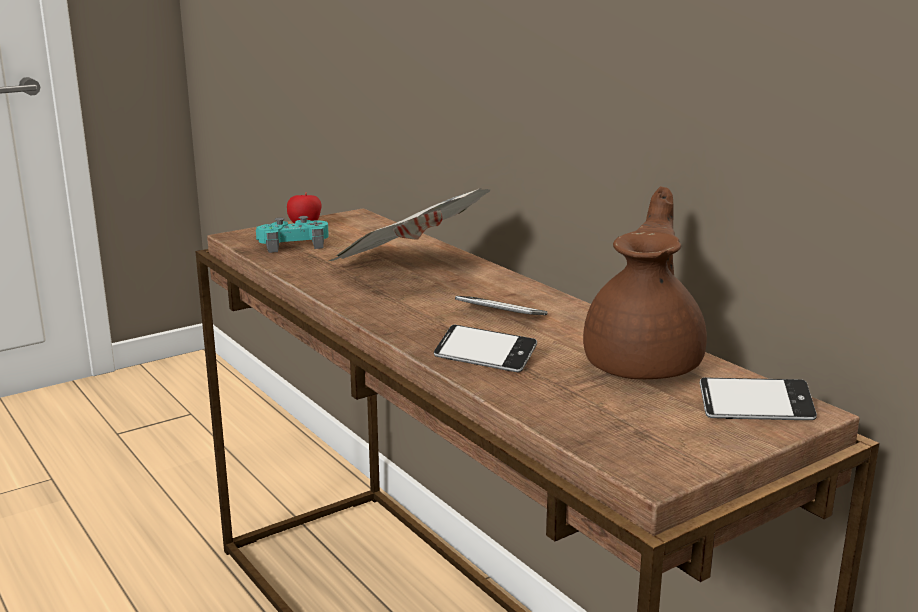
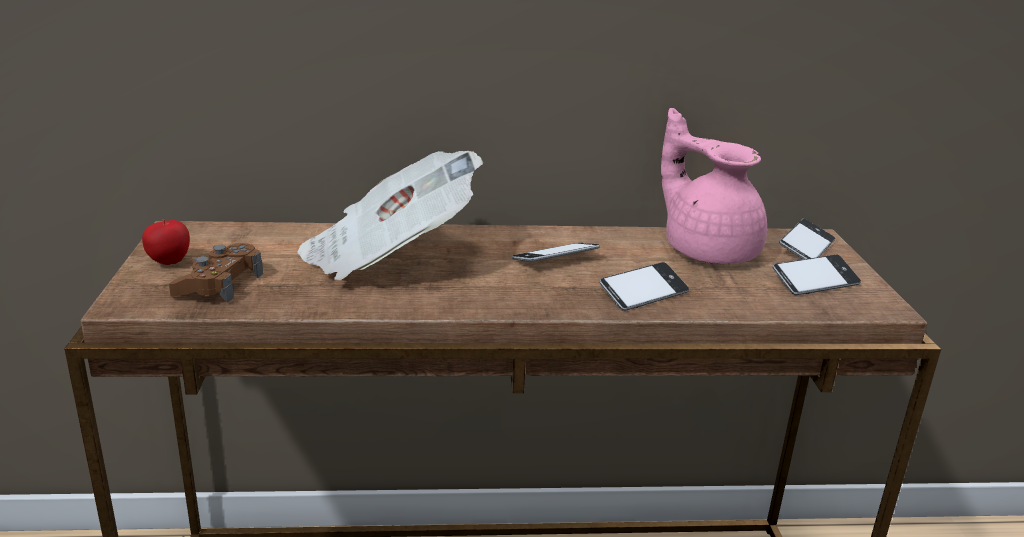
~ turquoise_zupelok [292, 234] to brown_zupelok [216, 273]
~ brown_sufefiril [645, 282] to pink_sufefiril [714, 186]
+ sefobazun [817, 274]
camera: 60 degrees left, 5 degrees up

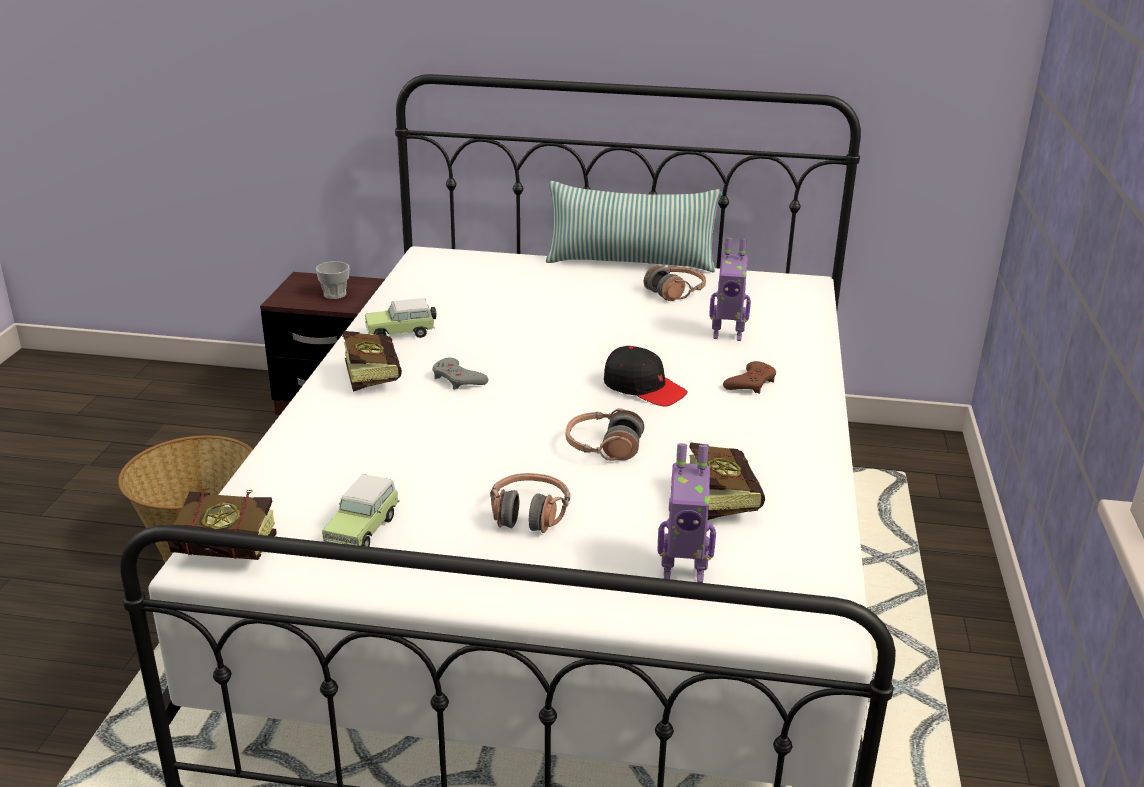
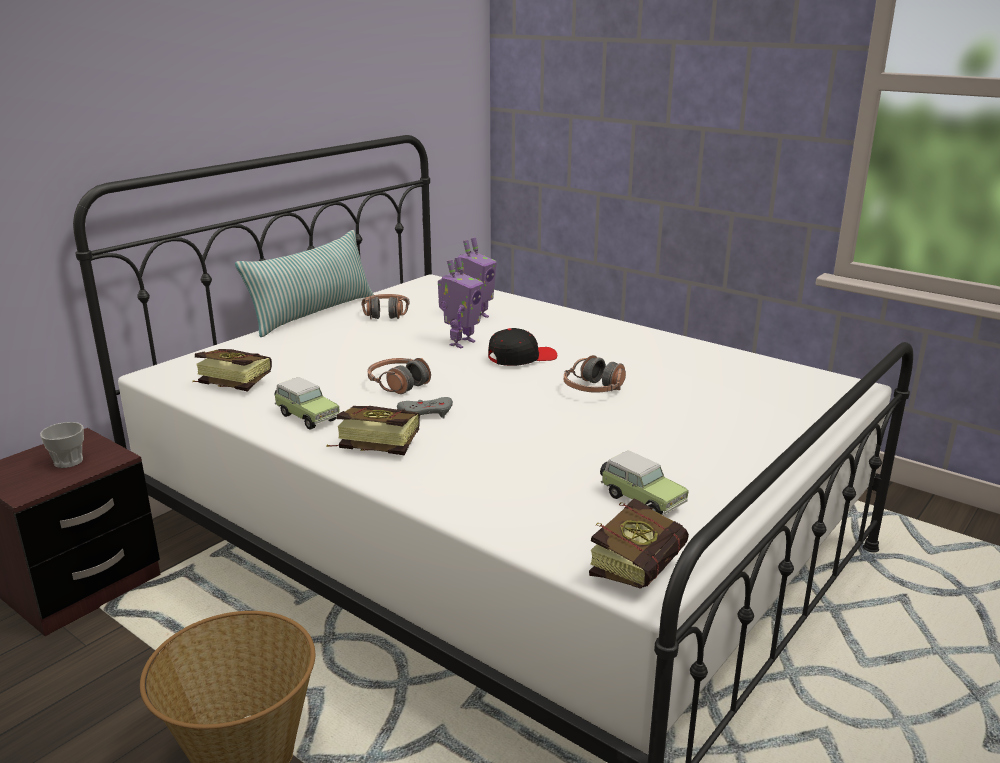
~ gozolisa [401, 318] = [306, 403] 60 degrees counterclockwise
~ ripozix [530, 503] to [399, 376]
~ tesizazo [686, 513] to [460, 302]
~ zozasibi [727, 481] to [232, 370]
- brown_zupelok [749, 377]
camera: 60 degrees left, 5 degrees down

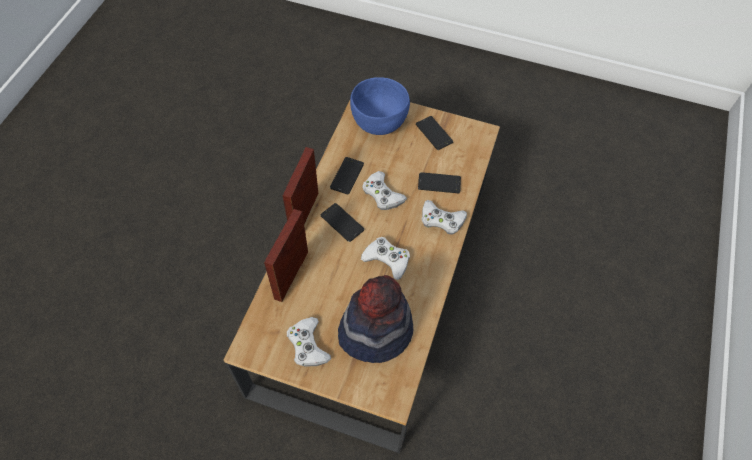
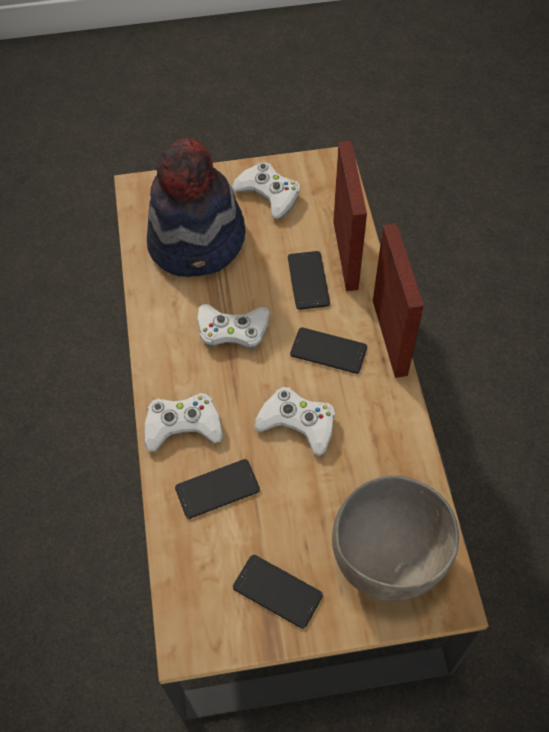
~ sefobazun [347, 175] to [309, 280]
~ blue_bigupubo [380, 106] to grey_bigupubo [395, 538]
camera: 155 degrees right, 0 degrees up

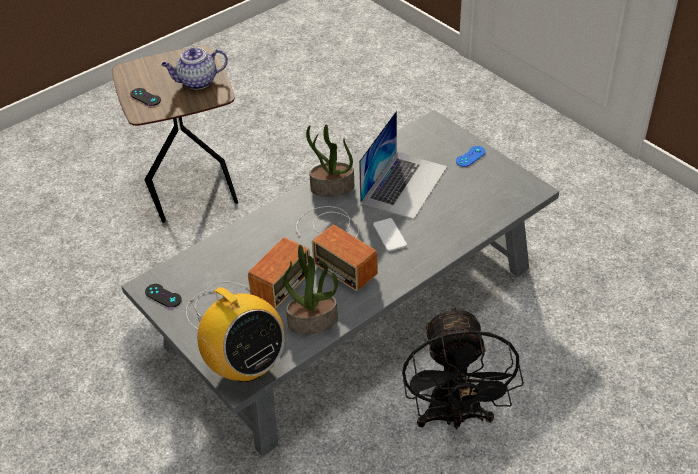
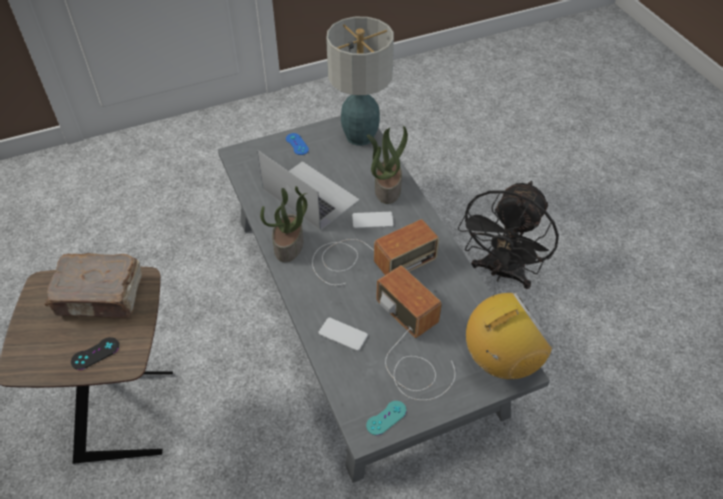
~ black_zupelok [163, 296] to turquoise_zupelok [386, 418]
~ sufefiril [194, 68] to brown_zozasibi [93, 285]
~ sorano [311, 289] to [387, 165]
~ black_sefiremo [463, 367] = [508, 235] 105 degrees clockwise
+ sefobazun [343, 334]
+ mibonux [360, 81]
camera: 75 degrees left, 5 degrees up

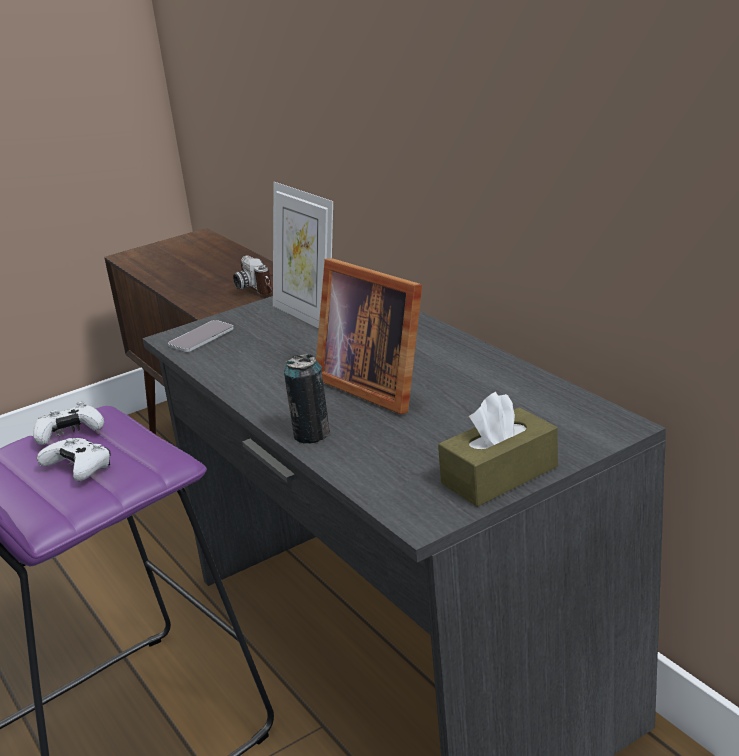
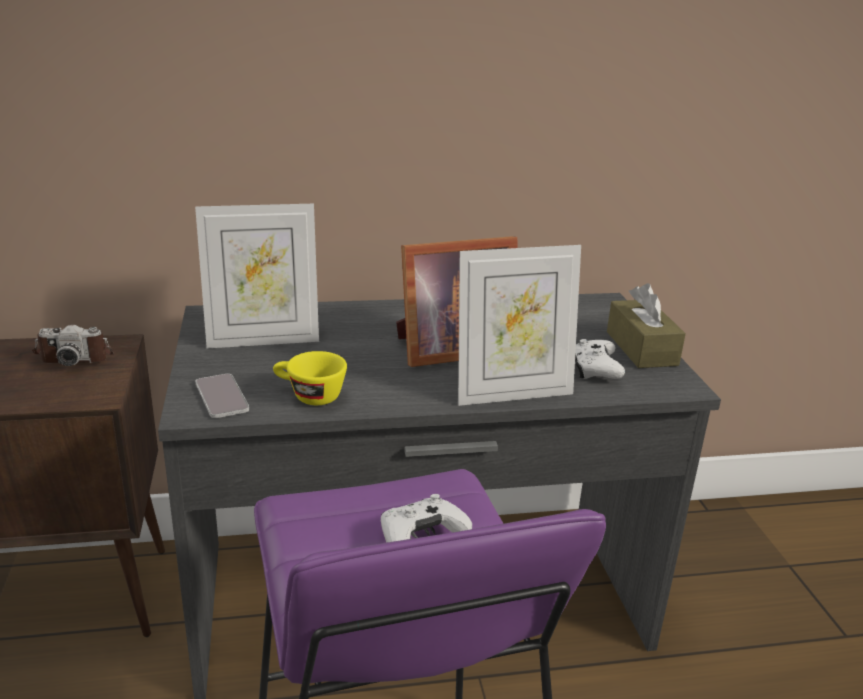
~ white_zupelok [68, 423] to [600, 359]
~ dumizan [307, 399] to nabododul [519, 325]
+ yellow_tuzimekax [310, 378]
camera: 70 degrees left, 0 degrees up

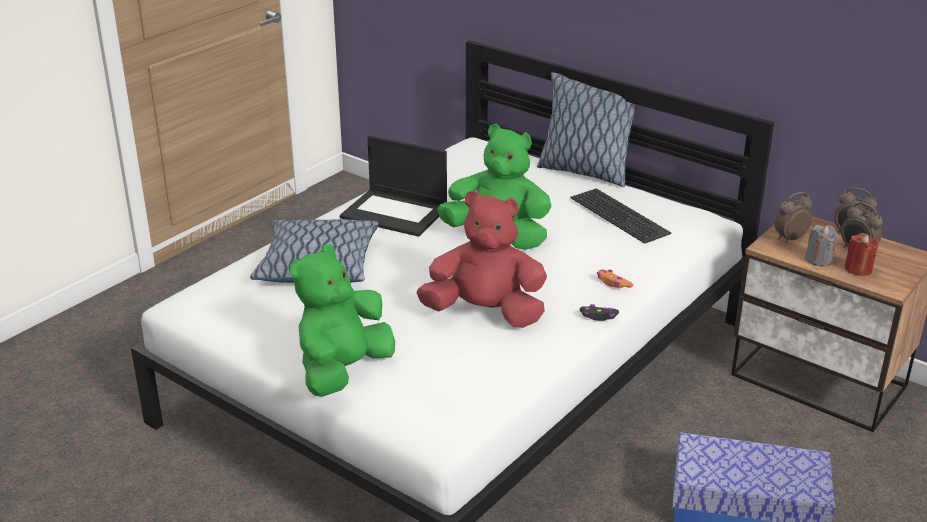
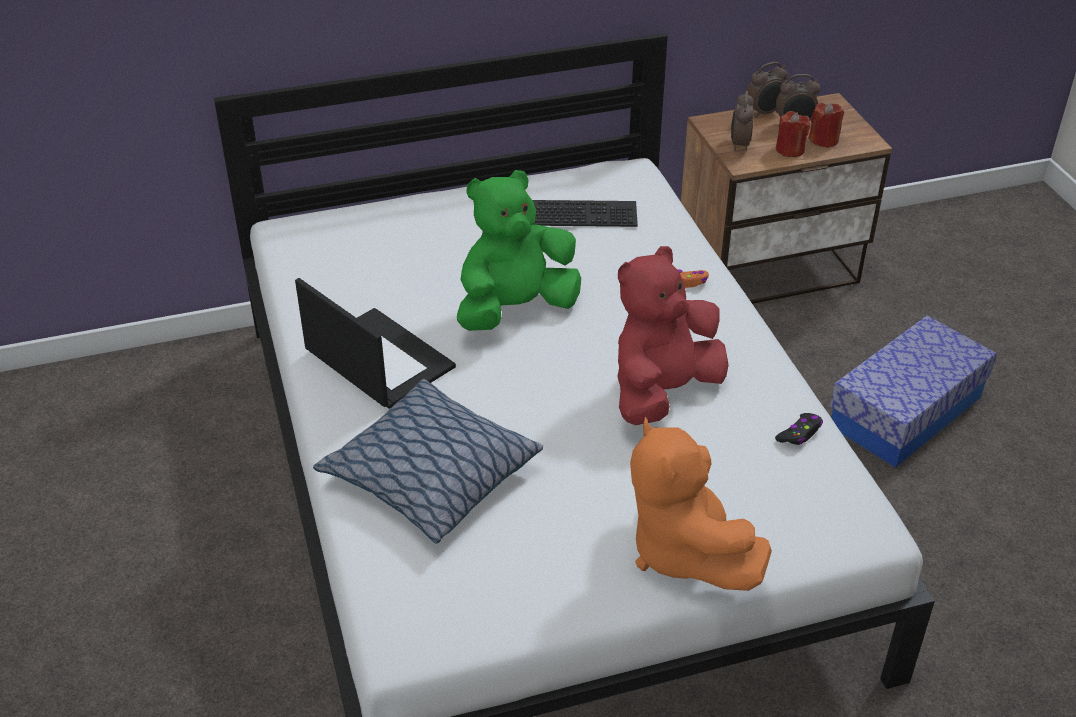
~ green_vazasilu [342, 320] to orange_vazasilu [701, 504]
~ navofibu [393, 186] = [375, 343] 105 degrees counterclockwise
- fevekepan [587, 129]
~ black_zupelok [599, 312] to [799, 429]
~ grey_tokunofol [822, 245] to red_tokunofol [793, 134]
camera: 55 degrees left, 10 degrees up

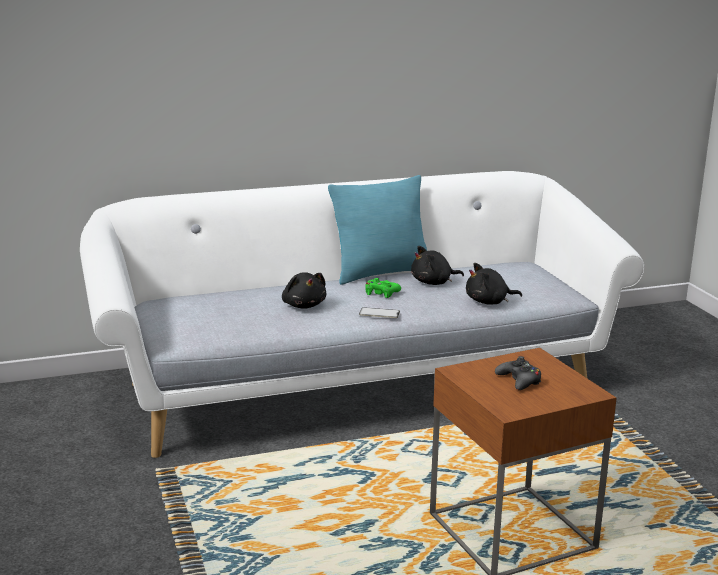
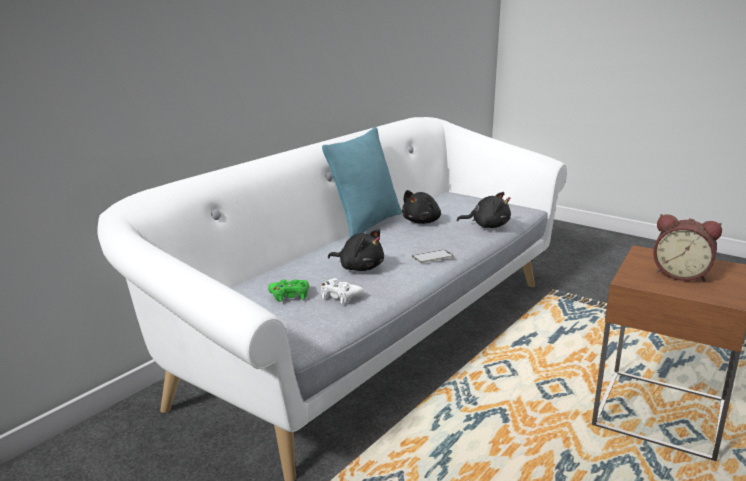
~ green_zupelok [383, 288] to [288, 290]
~ black_vazasilu [494, 284] = [484, 210] 120 degrees counterclockwise
~ black_zupelok [518, 373] to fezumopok [687, 248]
+ white_zupelok [342, 291]
camera: 35 degrees left, 0 degrees up

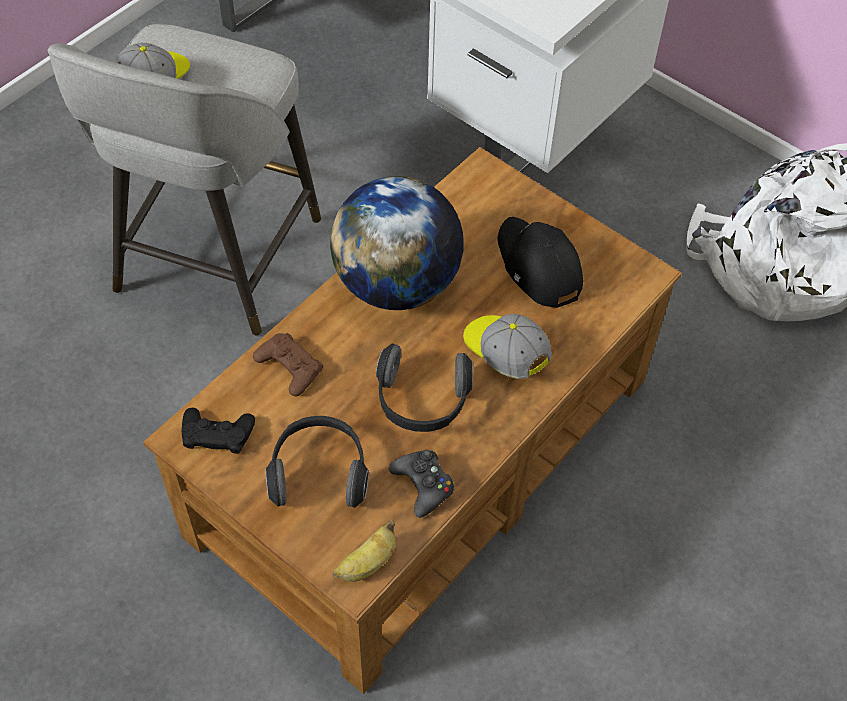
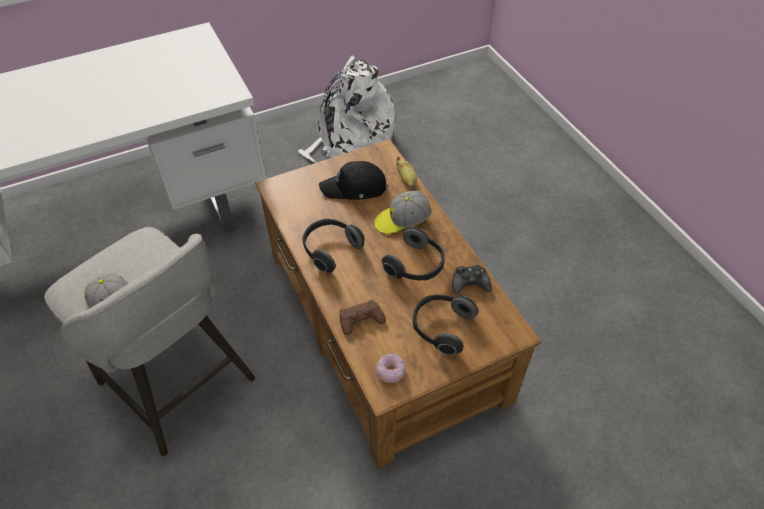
~ black_zupelok [218, 431] to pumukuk [391, 368]
~ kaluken [397, 243] to ripozix [334, 245]
~ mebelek [364, 551] to [406, 172]
camera: 65 degrees left, 5 degrees down

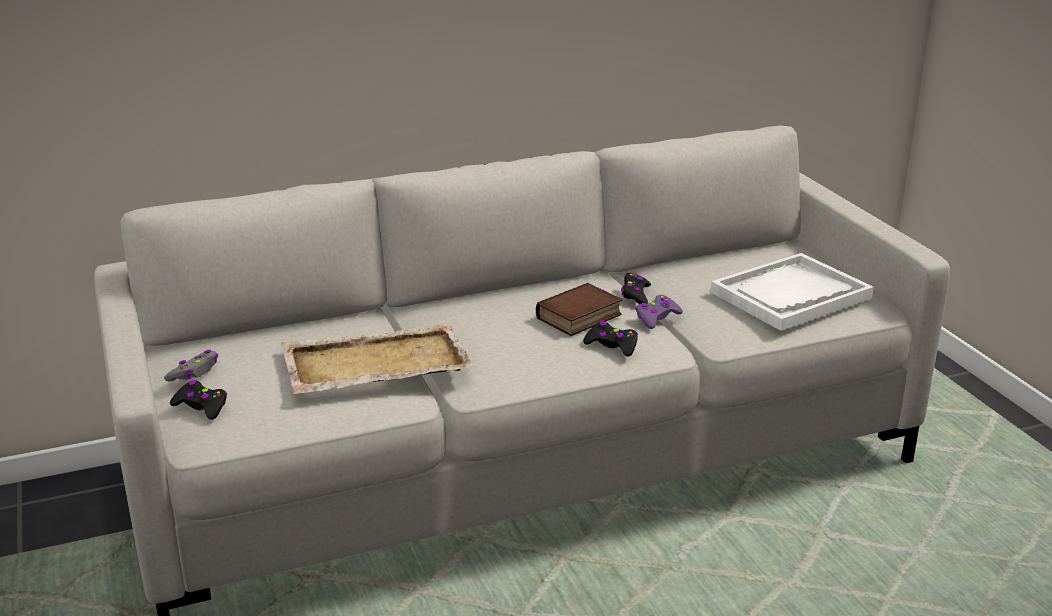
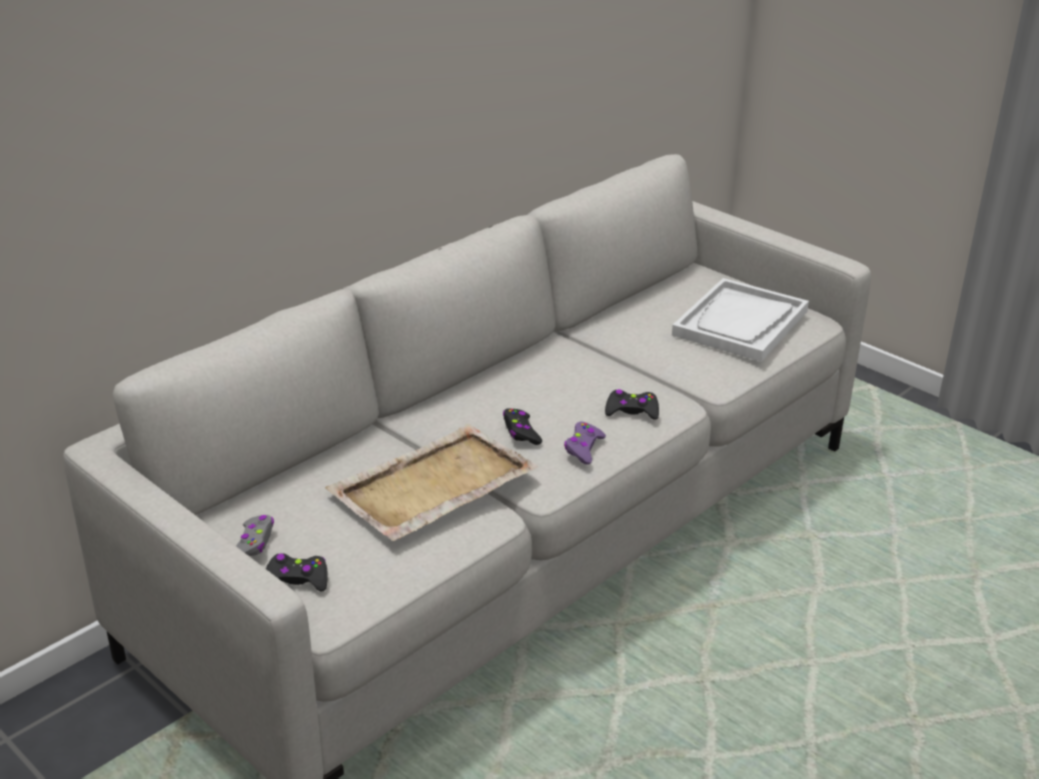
- zozasibi [579, 309]
~ black_zupelok [636, 288] to [522, 426]
~ purple_zupelok [659, 312] to [585, 443]
camera: 25 degrees left, 5 degrees up

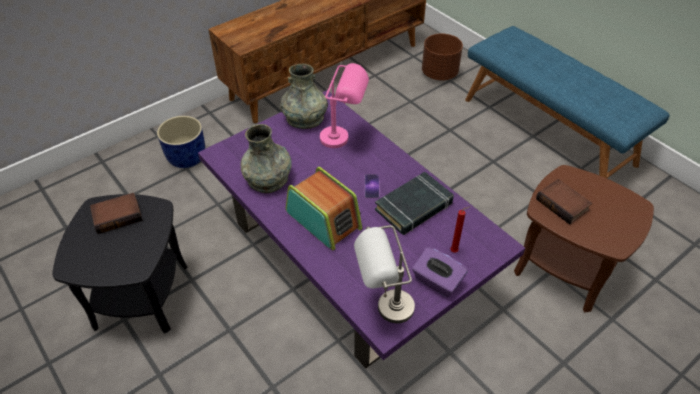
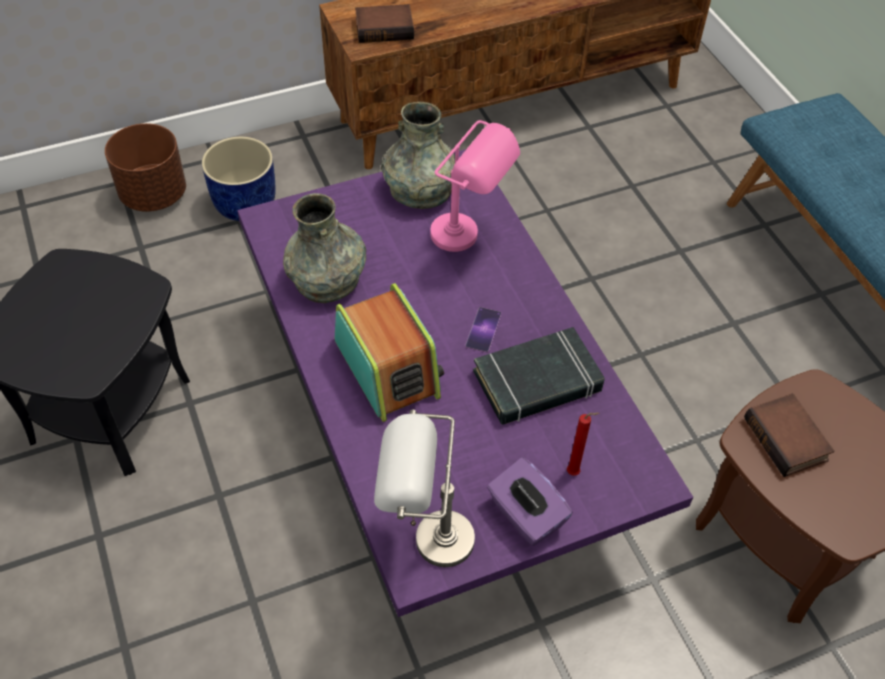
~ zozasibi [116, 213] to [384, 23]
~ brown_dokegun [442, 57] to [145, 167]
camera: 15 degrees right, 5 degrees up

